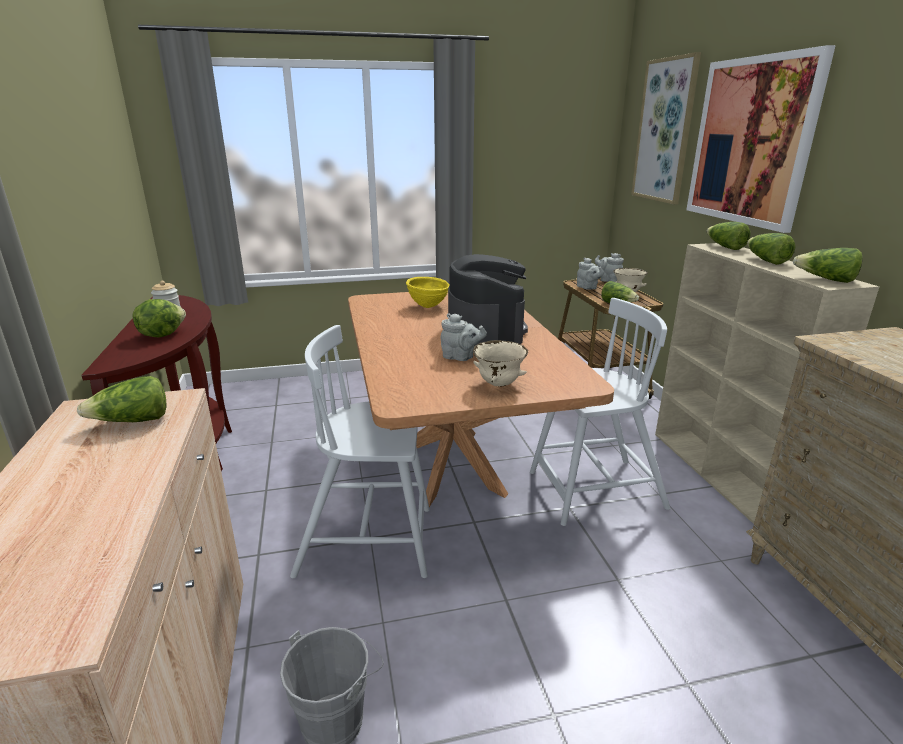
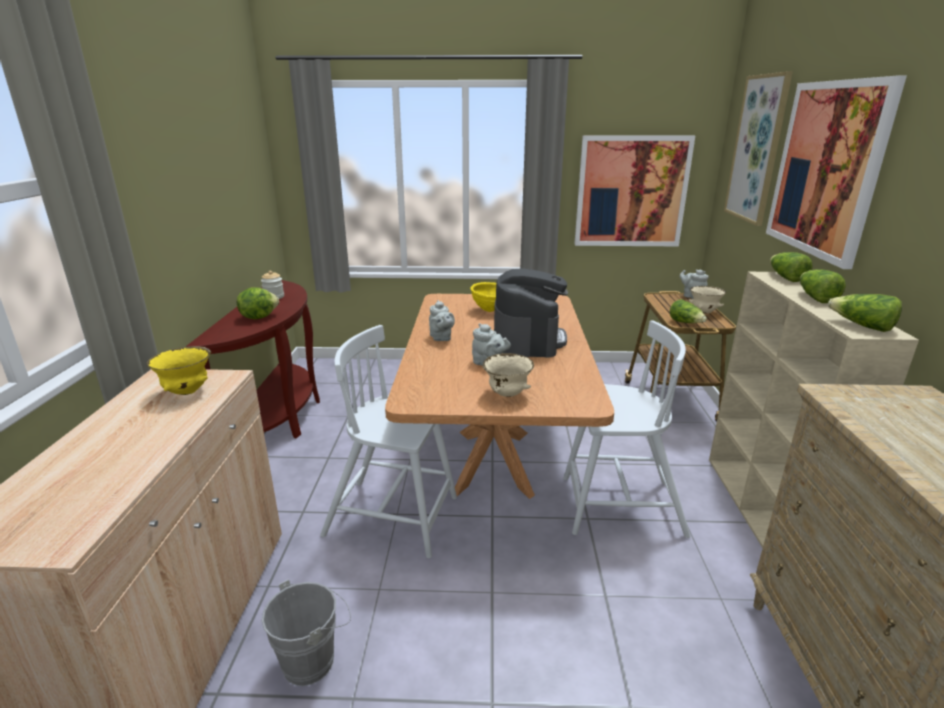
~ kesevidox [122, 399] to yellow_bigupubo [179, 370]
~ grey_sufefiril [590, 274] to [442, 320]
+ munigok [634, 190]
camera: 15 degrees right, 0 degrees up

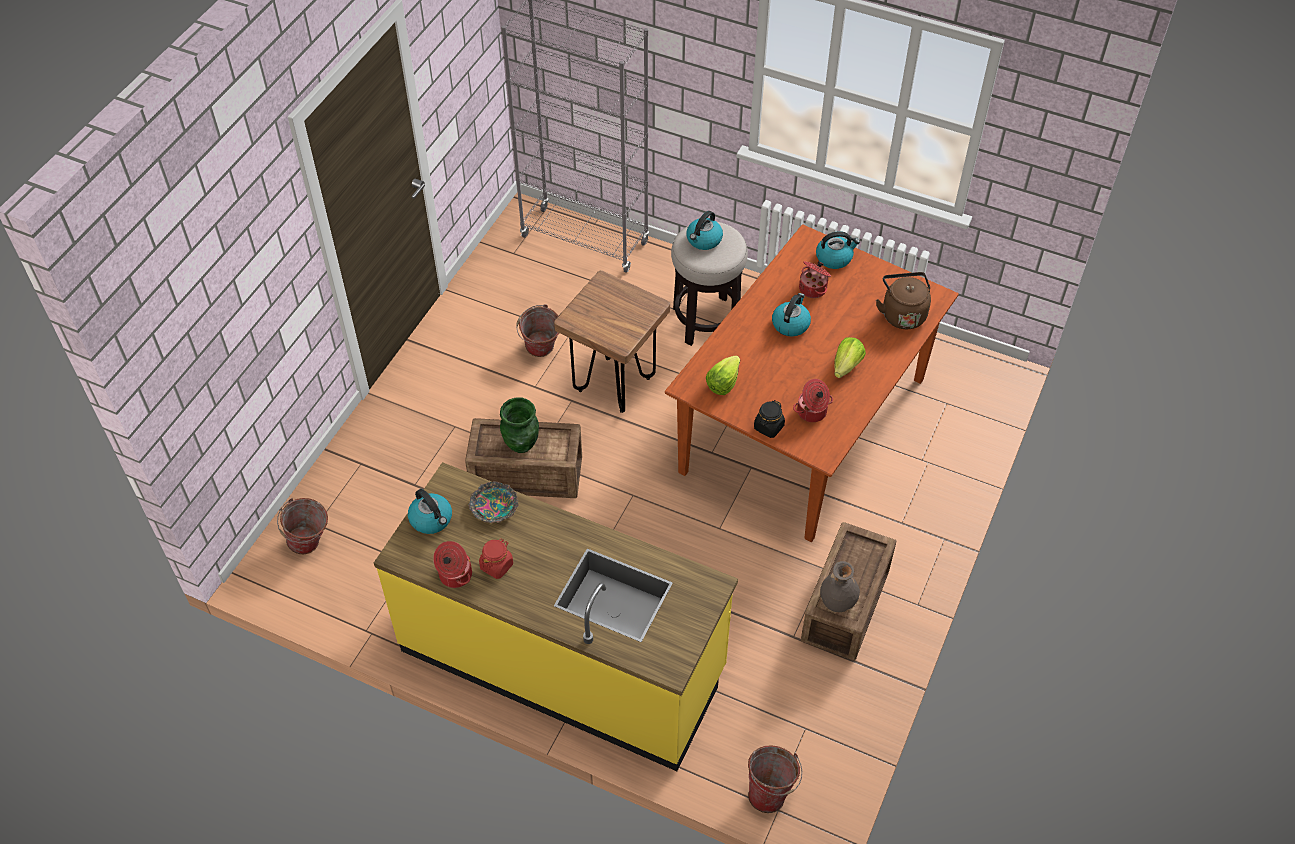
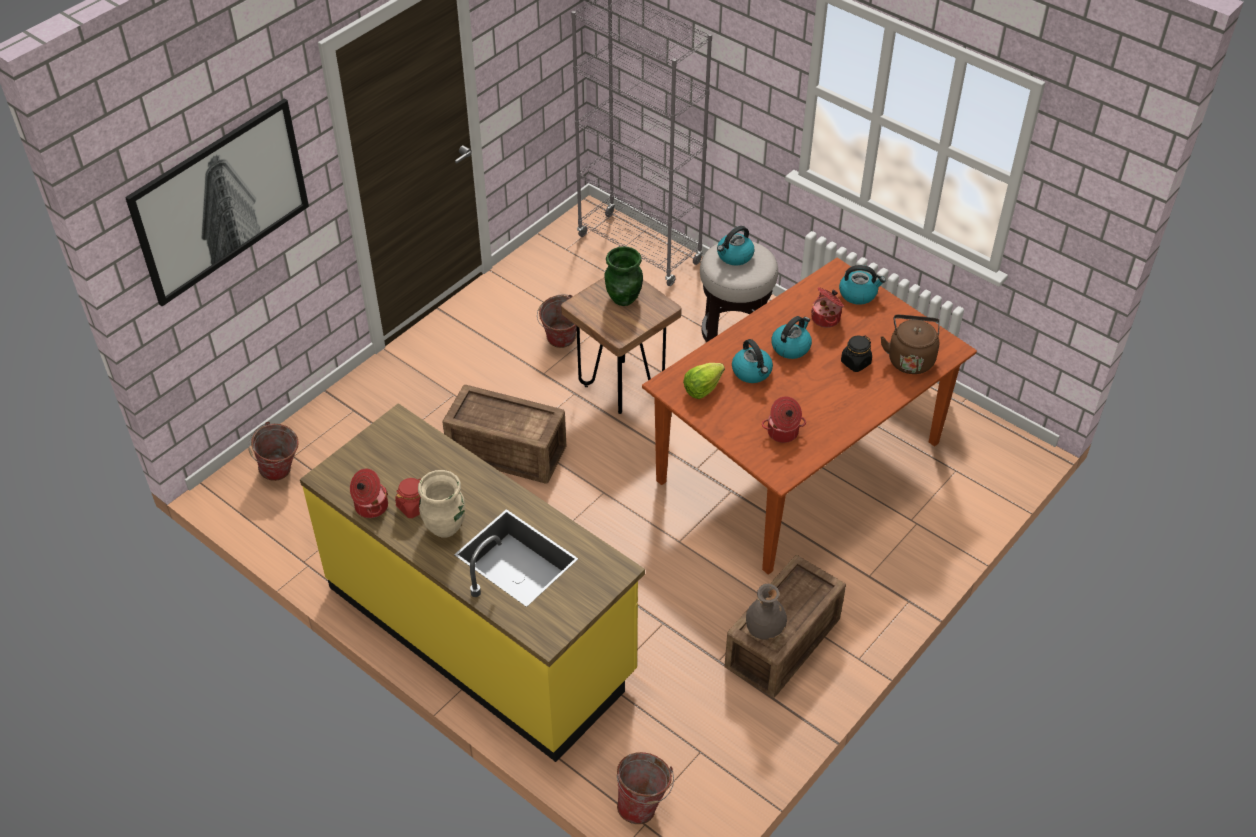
~ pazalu [430, 511] to [752, 361]
- bigupubo [493, 502]
~ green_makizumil [519, 425] to [624, 276]
~ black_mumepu [769, 419] to [856, 353]
- kesevidox [850, 357]
+ munigok [217, 202]
+ beige_makizumil [441, 504]
camera: 15 degrees right, 5 degrees down

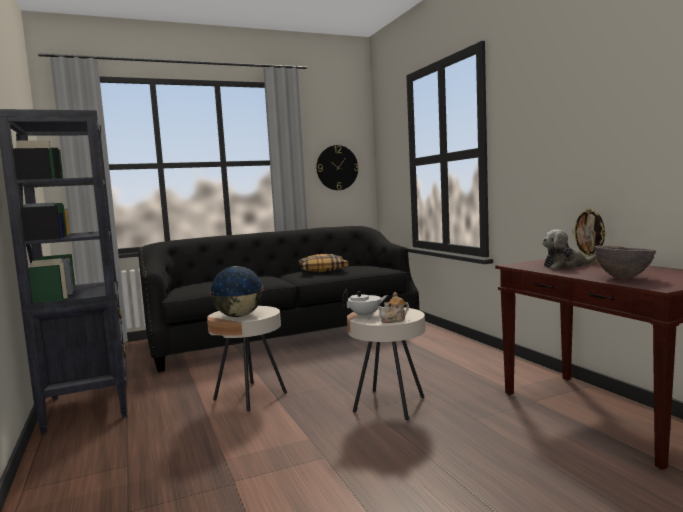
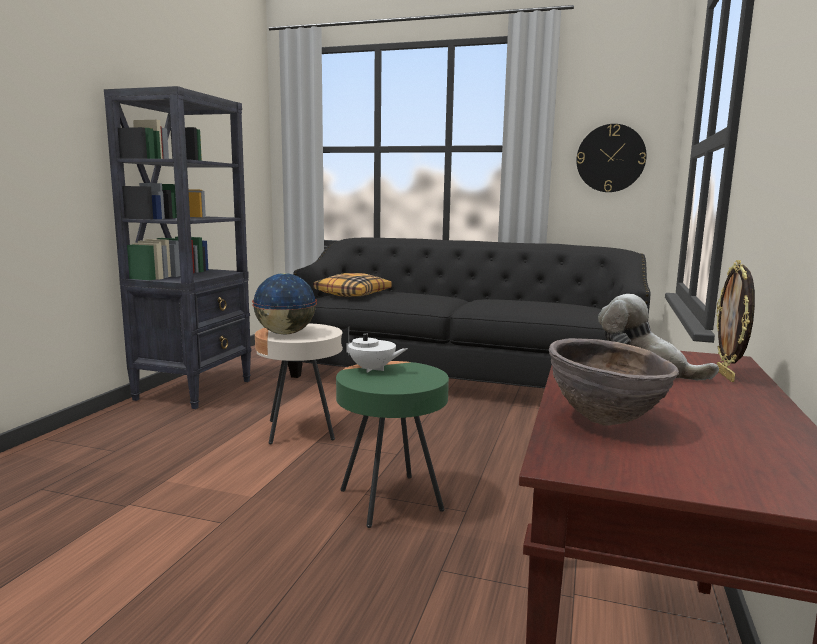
~ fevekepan [323, 263] to [352, 285]
~ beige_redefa [386, 363] to green_redefa [392, 444]
- sufefiril [393, 307]
camera: 40 degrees right, 5 degrees up

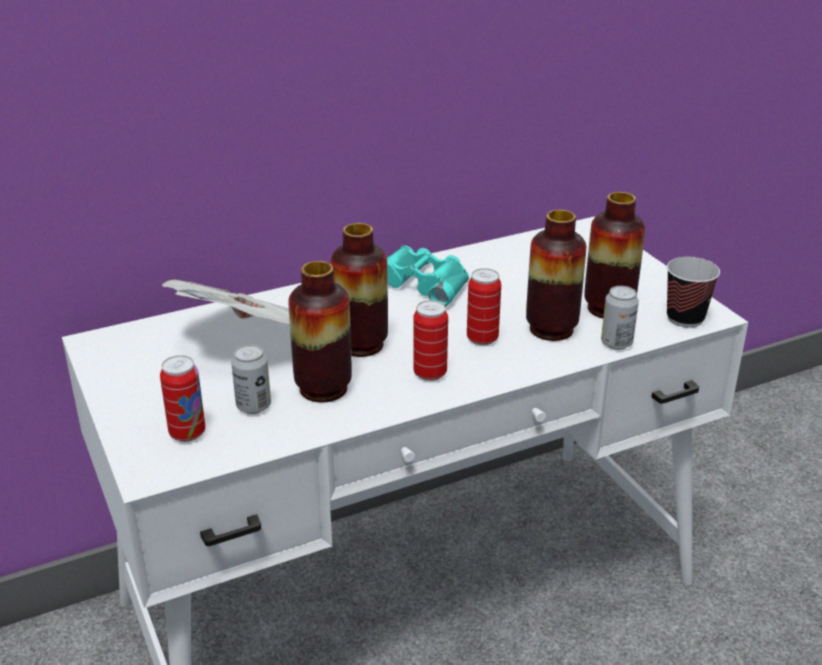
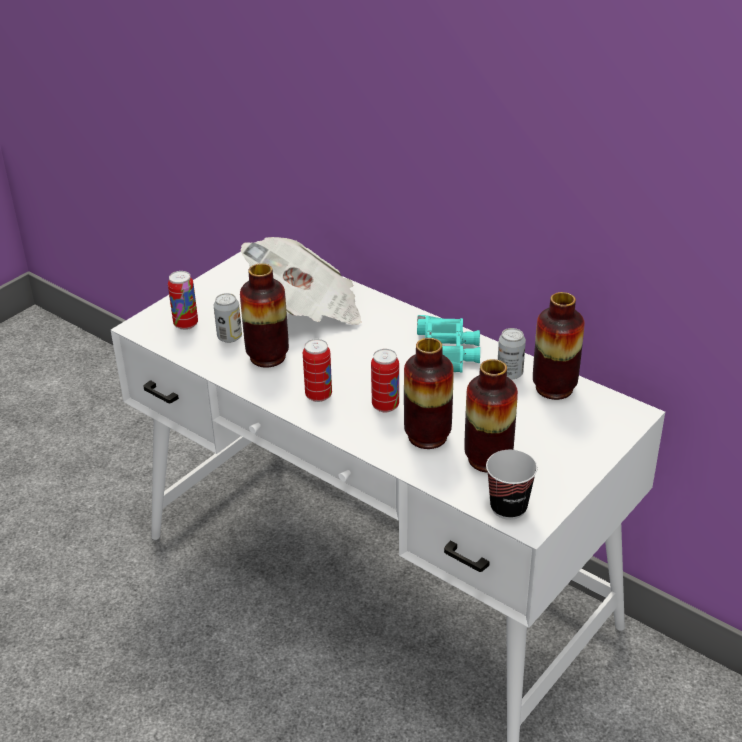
~ makizumil [359, 290] to [559, 346]
~ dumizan [620, 318] to [512, 354]
camera: 65 degrees right, 5 degrees up

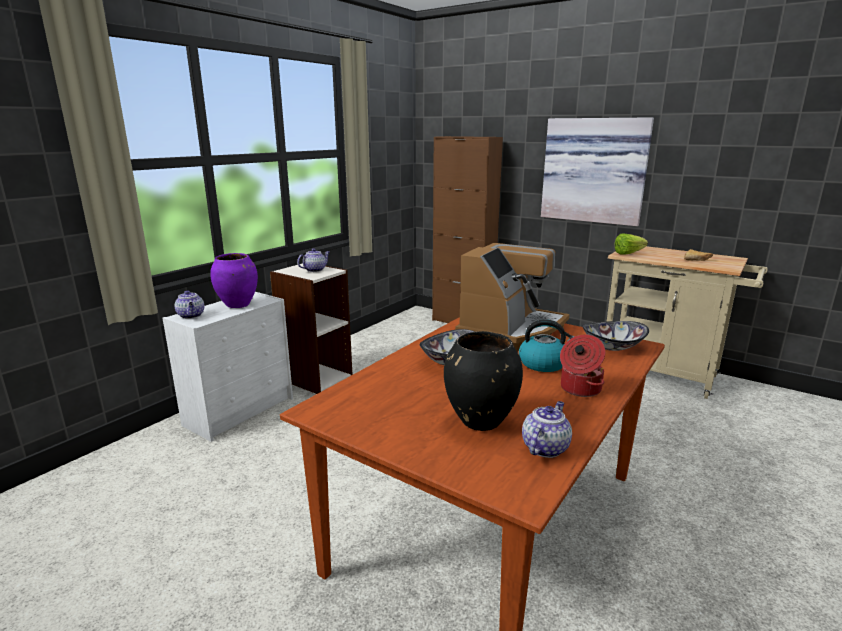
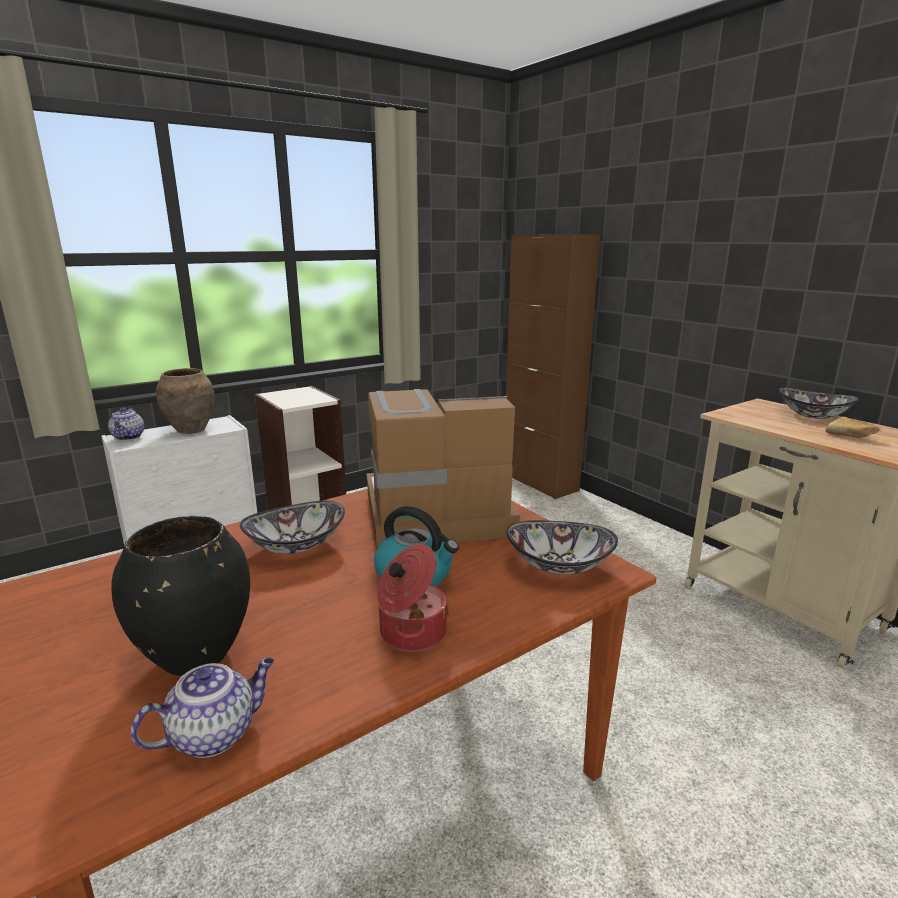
~ purple_makizumil [234, 280] to brown_makizumil [185, 401]
- sufefiril [313, 260]
~ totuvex [512, 297] = [443, 468] 150 degrees counterclockwise
- munigok [597, 171]
- kesevidox [631, 244]
+ bigupubo [819, 403]
camera: 20 degrees right, 0 degrees up

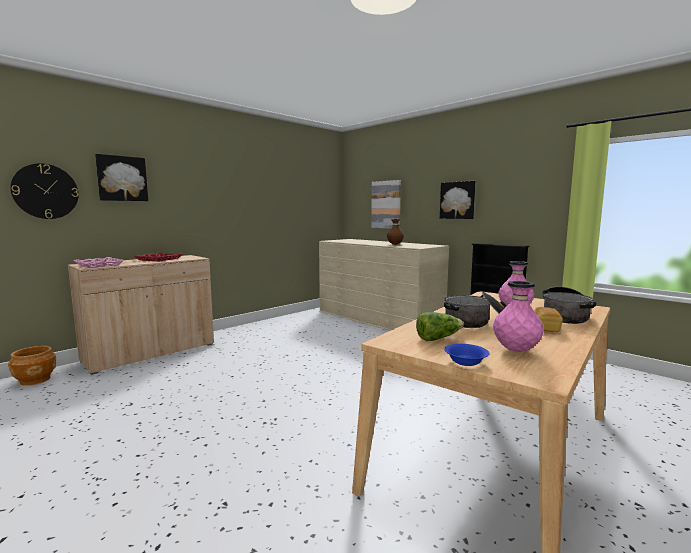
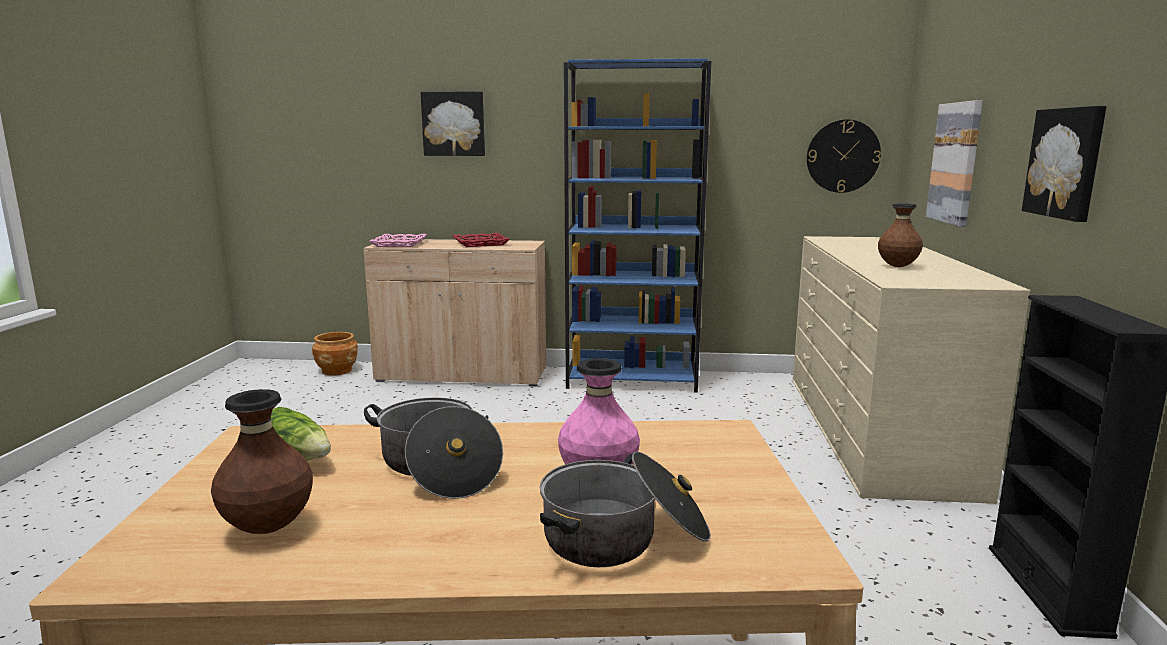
~ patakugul [44, 191] to [844, 156]
- blue_bigupubo [466, 355]
~ pink_makizumil [518, 316] to brown_makizumil [262, 461]
- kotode [548, 319]
+ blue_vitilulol [637, 225]
camera: 50 degrees right, 5 degrees up

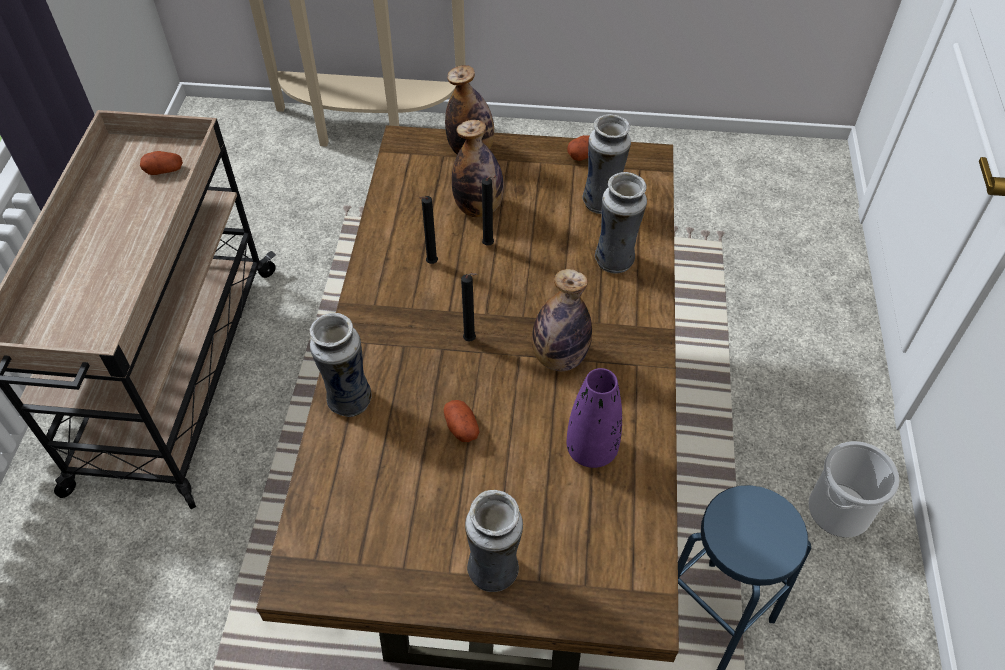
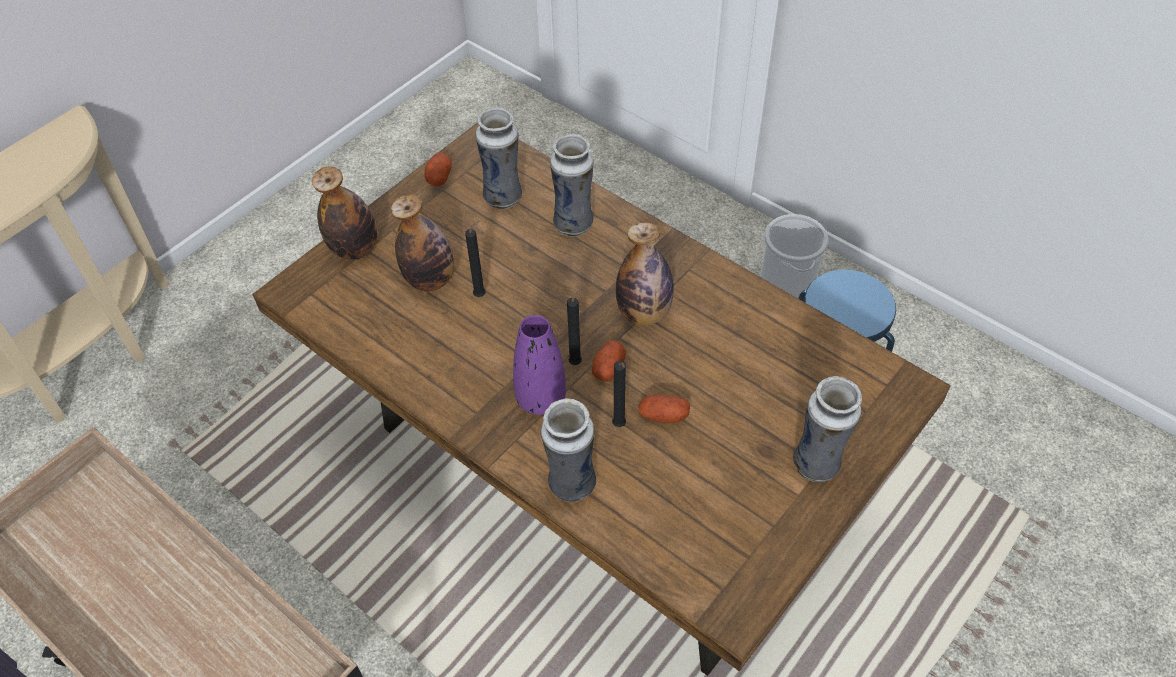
~ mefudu [161, 163] to [609, 361]
~ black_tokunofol [428, 230] to [619, 394]
~ purple_makizumil [594, 418] to [539, 365]
camera: 55 degrees left, 0 degrees up

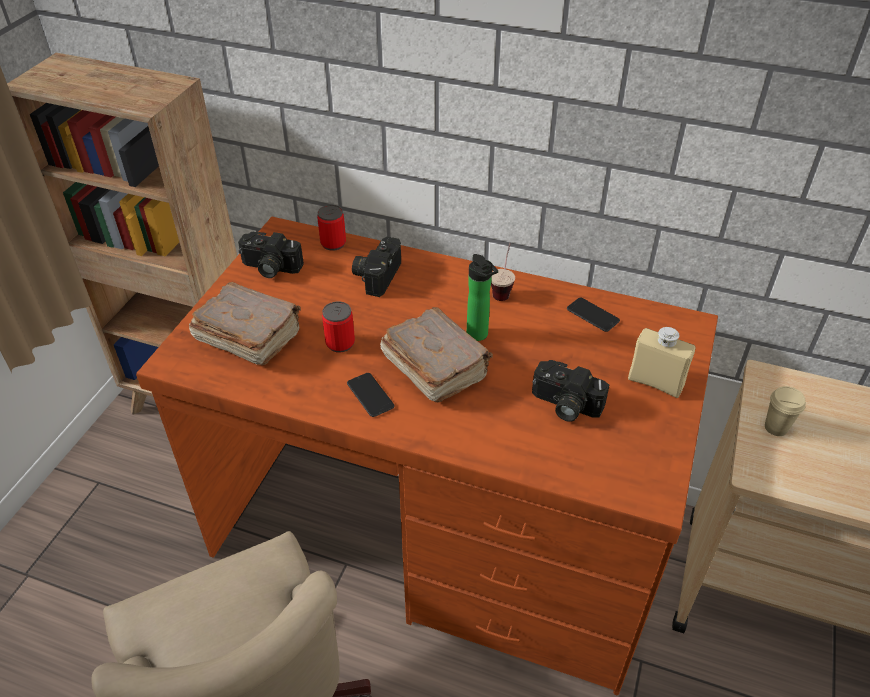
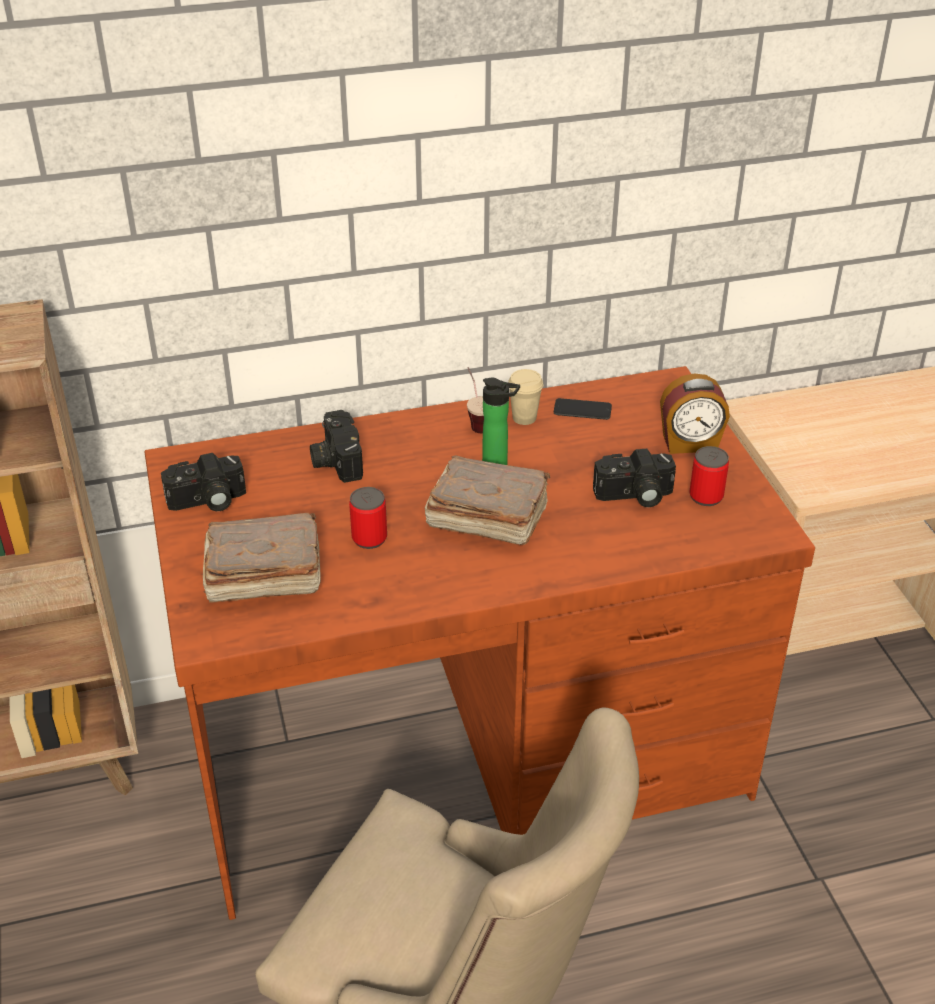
~ dumizan [331, 228] to [709, 476]
- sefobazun [370, 395]
~ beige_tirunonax [662, 362] to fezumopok [695, 413]
~ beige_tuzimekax [785, 411] to [525, 397]
camera: 35 degrees left, 5 degrees down

